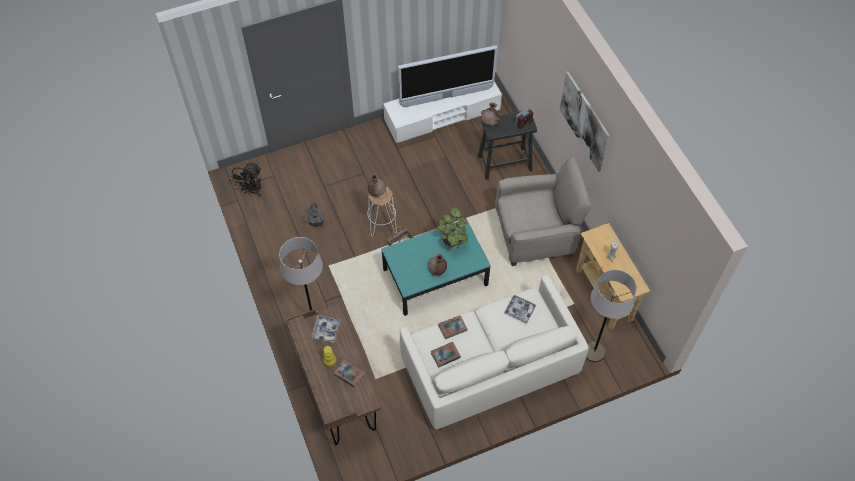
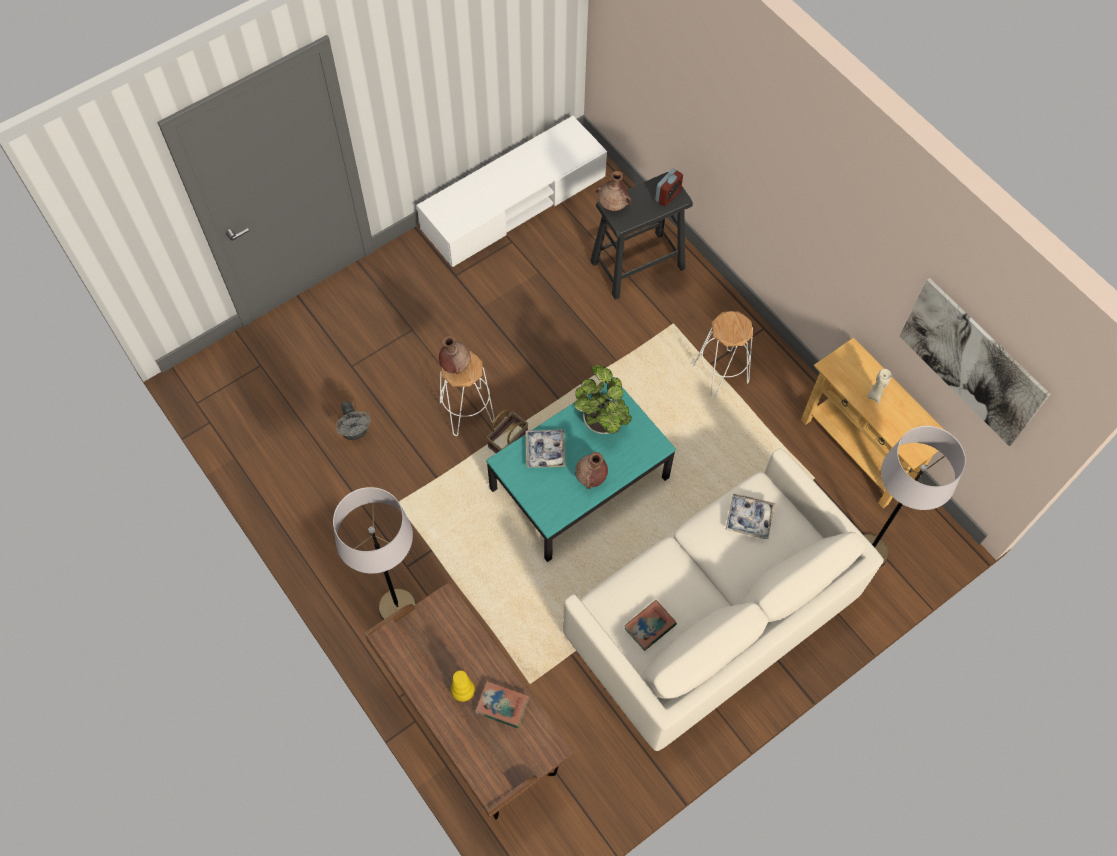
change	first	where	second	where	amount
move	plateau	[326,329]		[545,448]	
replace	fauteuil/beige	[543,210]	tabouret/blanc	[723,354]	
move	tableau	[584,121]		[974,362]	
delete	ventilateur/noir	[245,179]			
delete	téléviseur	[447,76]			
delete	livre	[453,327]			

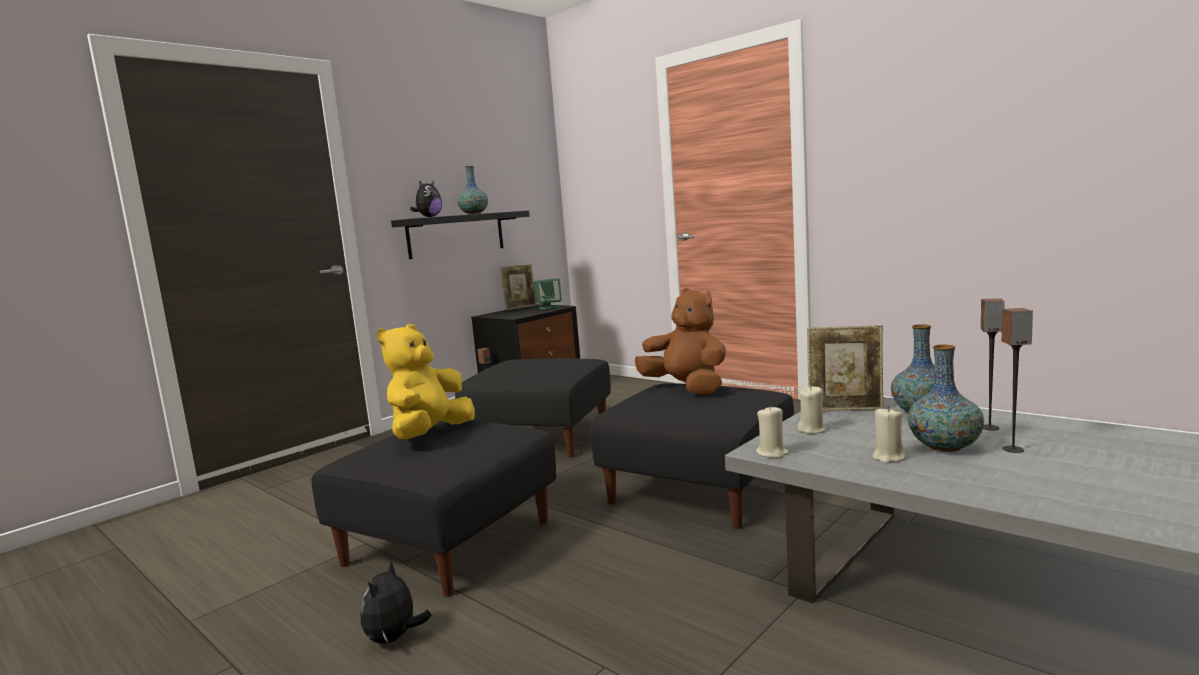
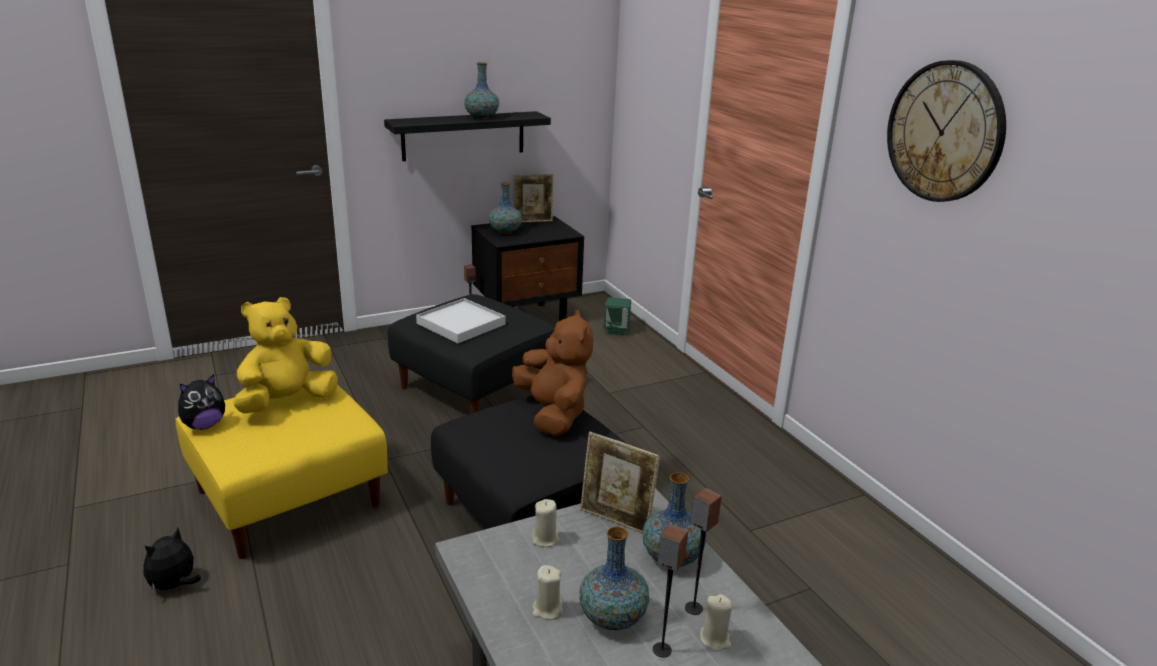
change	first	where	second	where	amount
recolor	pouf/noir	[433,508]	pouf/jaune	[281,472]	
move	peluche	[426,199]		[201,402]	
insert			plateau/blanc	[461,320]	
insert			vase	[505,208]	
move	enceinte/vert	[548,294]		[617,316]	
move	bougie/beige	[772,431]		[716,622]	
insert			horloge murale	[946,131]	

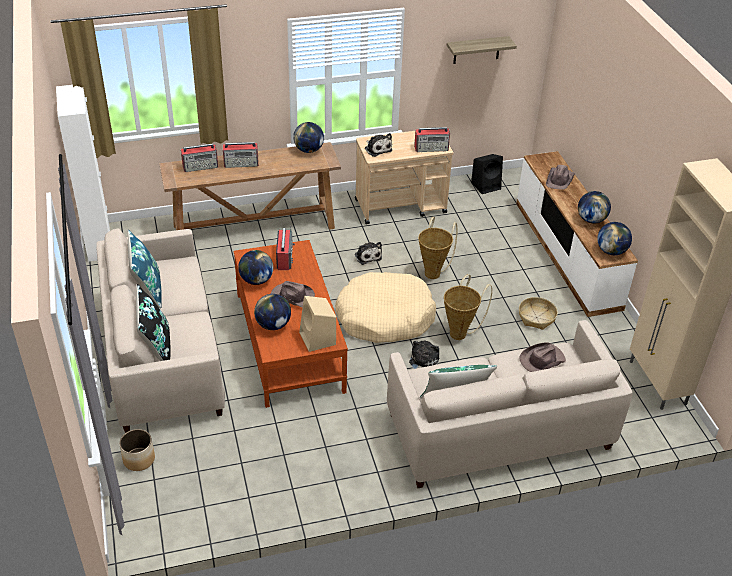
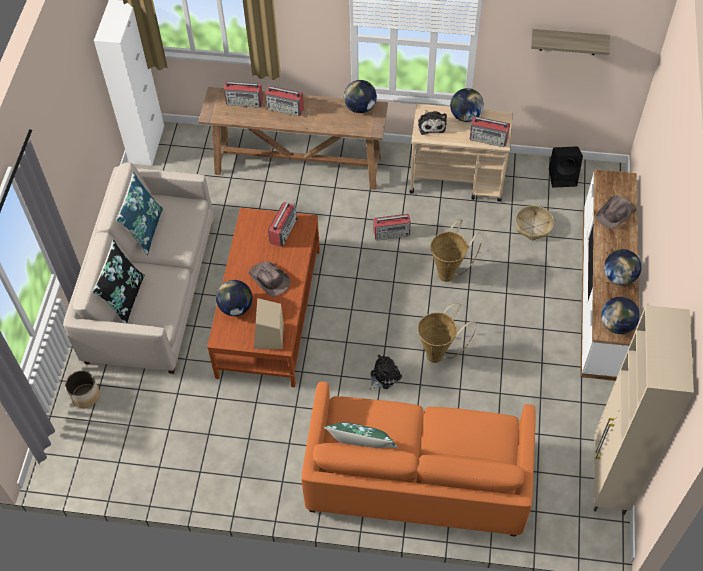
change	first	where	second	where	amount
recolor	canapé/beige	[510,404]	canapé/orange	[418,459]	
replace	peluche	[368,253]	radio	[392,227]	
move	globe	[255,267]		[467,105]	
move	panier	[538,313]		[534,223]	
delete	panier pour chien/beige	[385,307]			
delete	chapeau/marron	[542,357]			

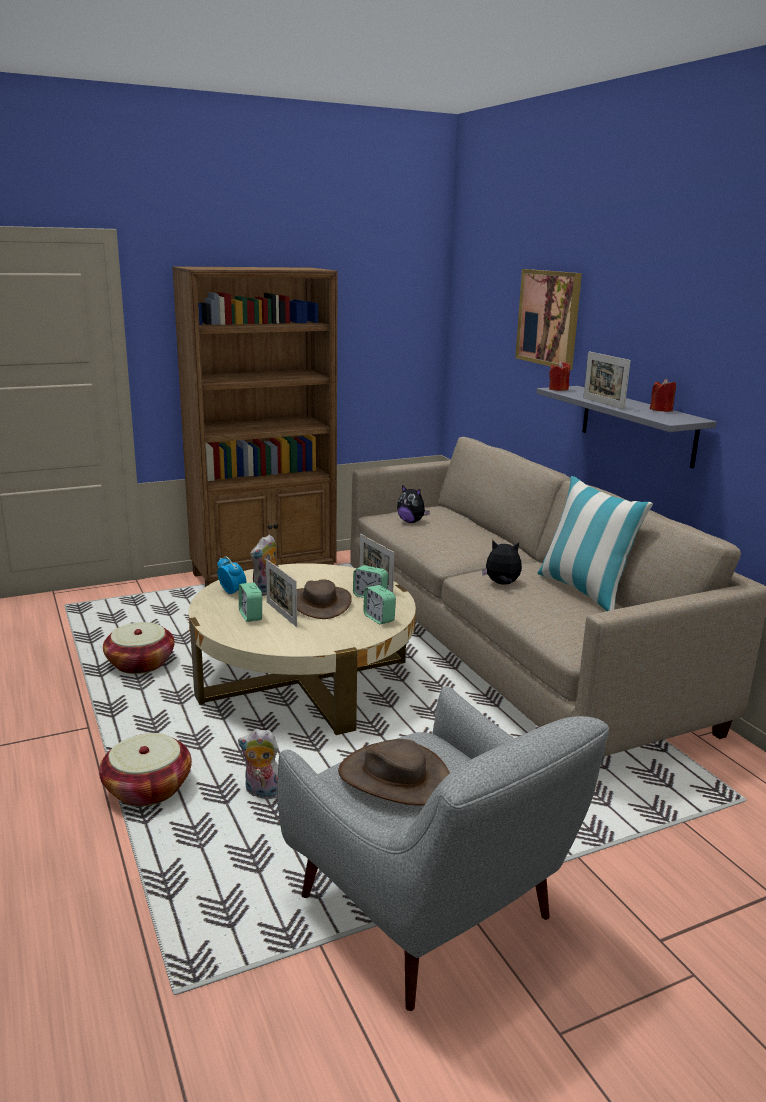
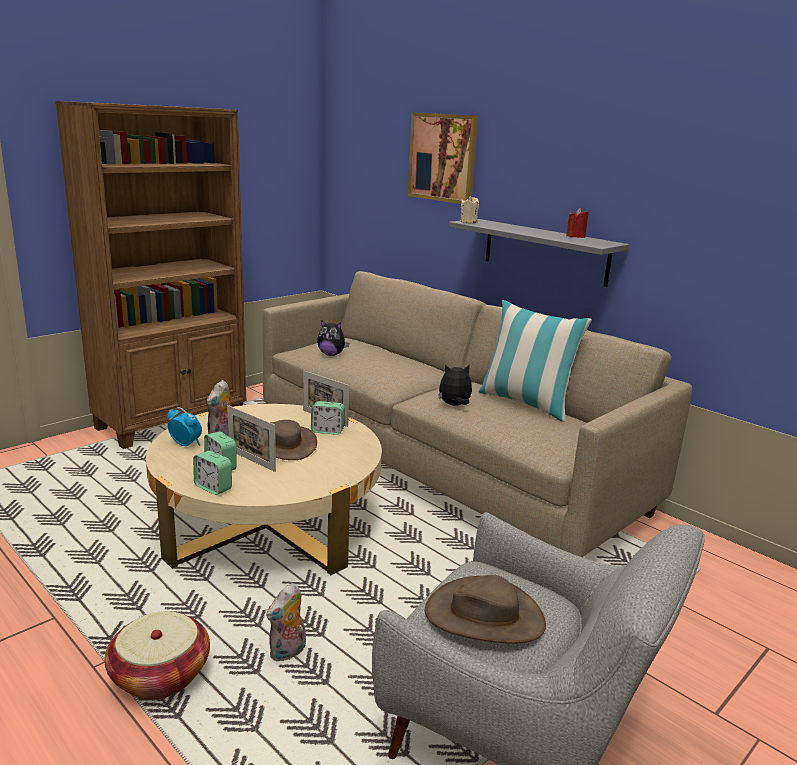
change	first	where	second	where	amount
move	réveil	[379,604]		[212,473]	
rotate	peluche	[258,764]		[286,622]	45 degrees counterclockwise
recolor	bougie/rouge	[559,376]	bougie/beige	[469,209]	
delete	panier	[139,648]			
delete	cadre photo	[607,380]			

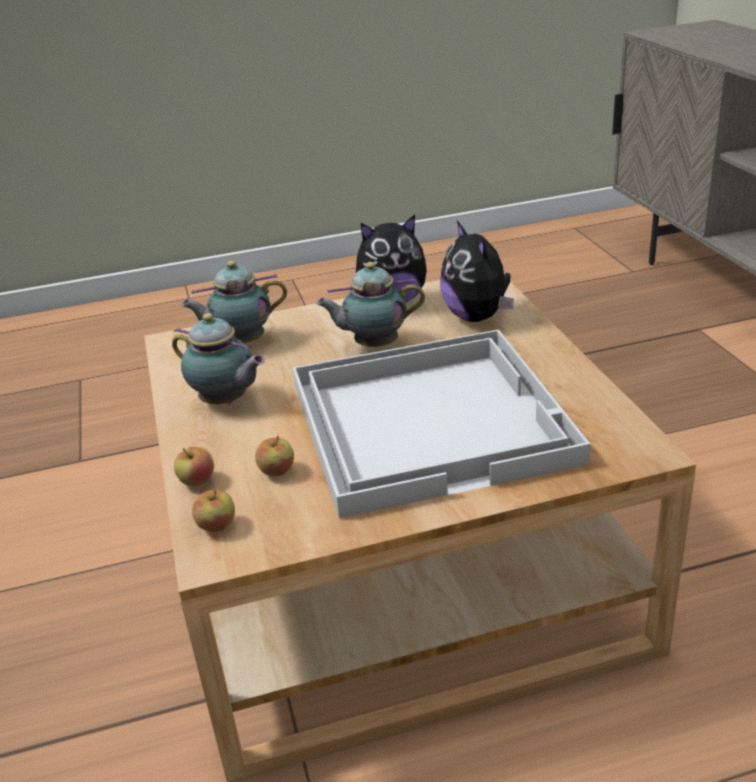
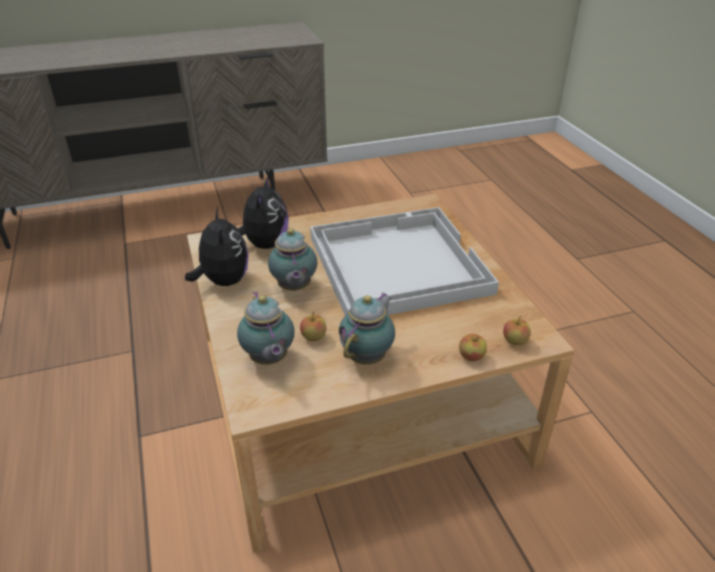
change	first	where	second	where	amount
rotate	peluche	[477,271]		[263,212]	60 degrees counterclockwise
move	pomme	[274,456]		[313,326]	

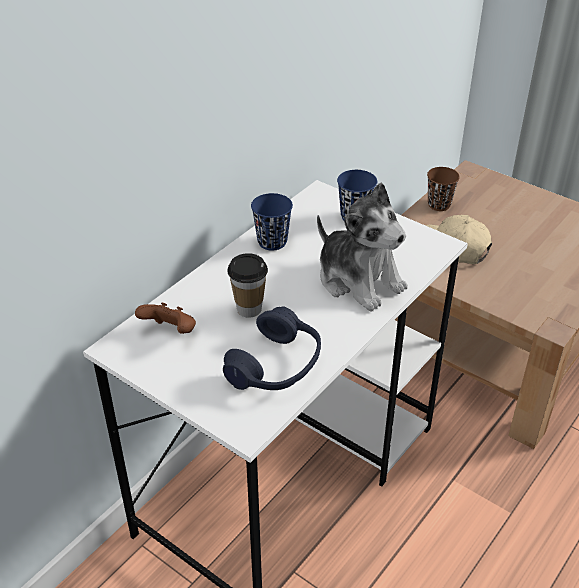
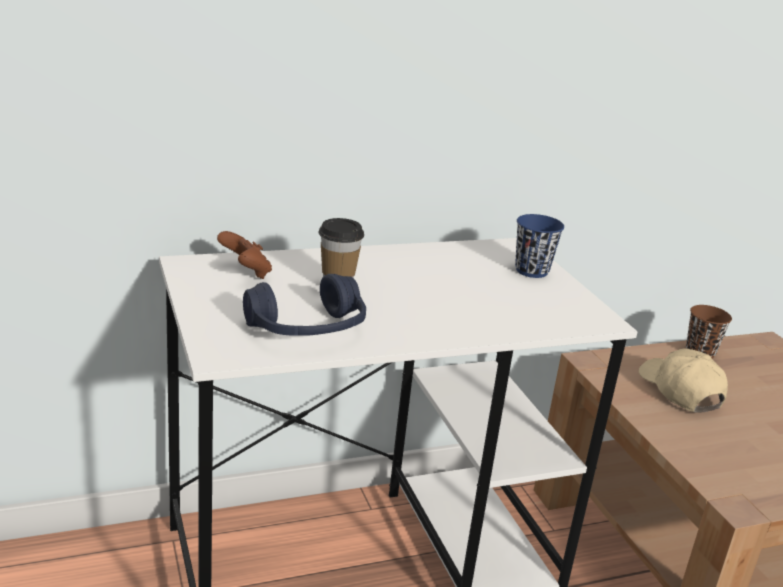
change	first	where	second	where	amount
delete	tasse/bleu	[272,222]			
delete	peluche	[362,247]			

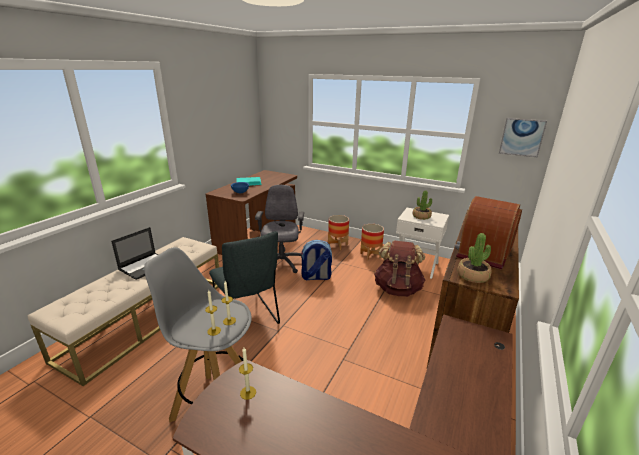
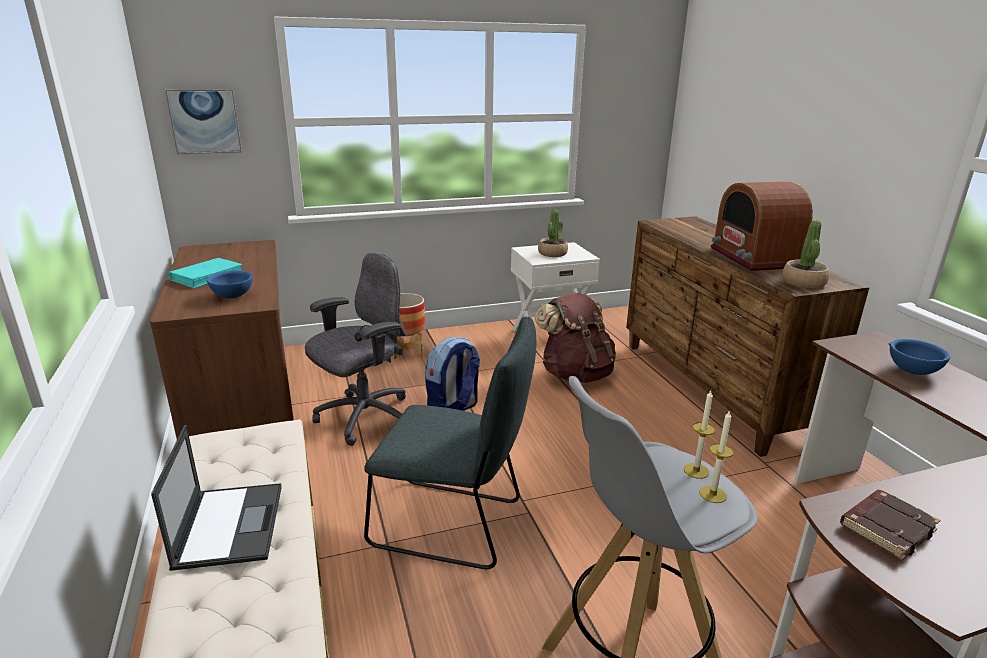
change	first	where	second	where	amount
move	tableau	[523,137]		[203,121]	
rotate	chaise de bureau/gris	[279,229]		[355,349]	90 degrees clockwise
replace	bougie	[247,374]	livre/marron	[890,525]	
insert			bol/bleu	[920,357]	
delete	cache-pot	[372,242]			

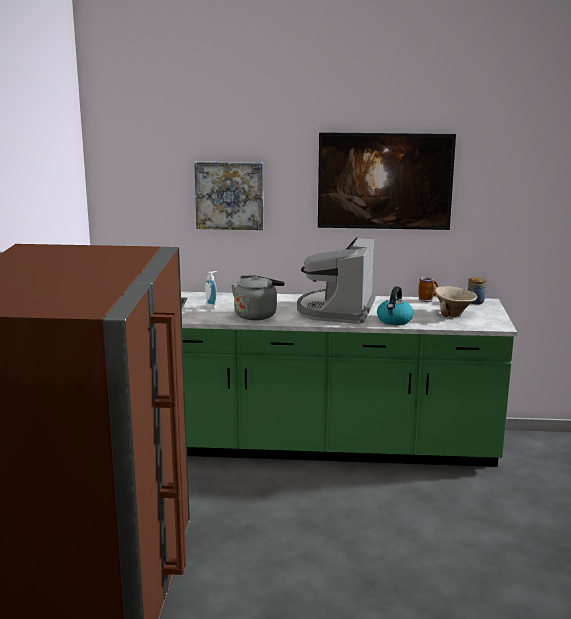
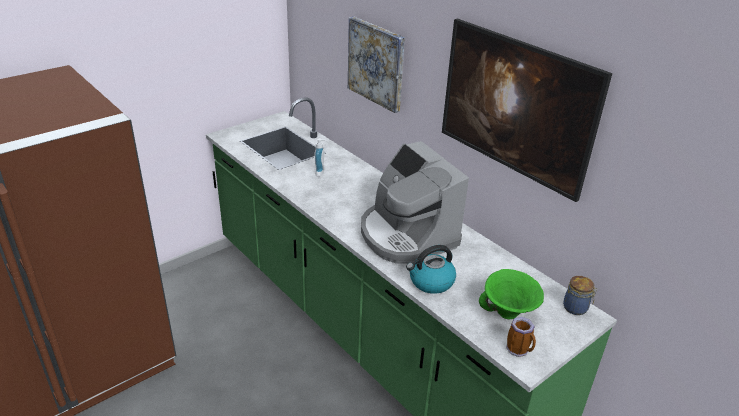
change	first	where	second	where	amount
rotate	machine à café	[336,280]		[415,202]	90 degrees counterclockwise
recolor	bol/beige	[455,301]	bol/vert	[511,294]	
move	mug	[428,289]		[521,337]	
delete	bouilloire/gris	[257,297]			

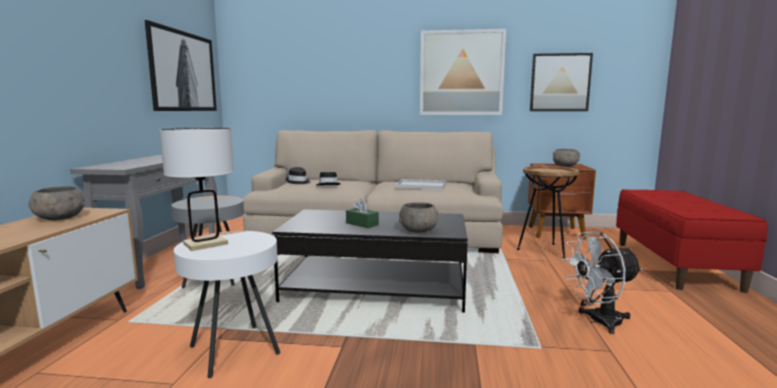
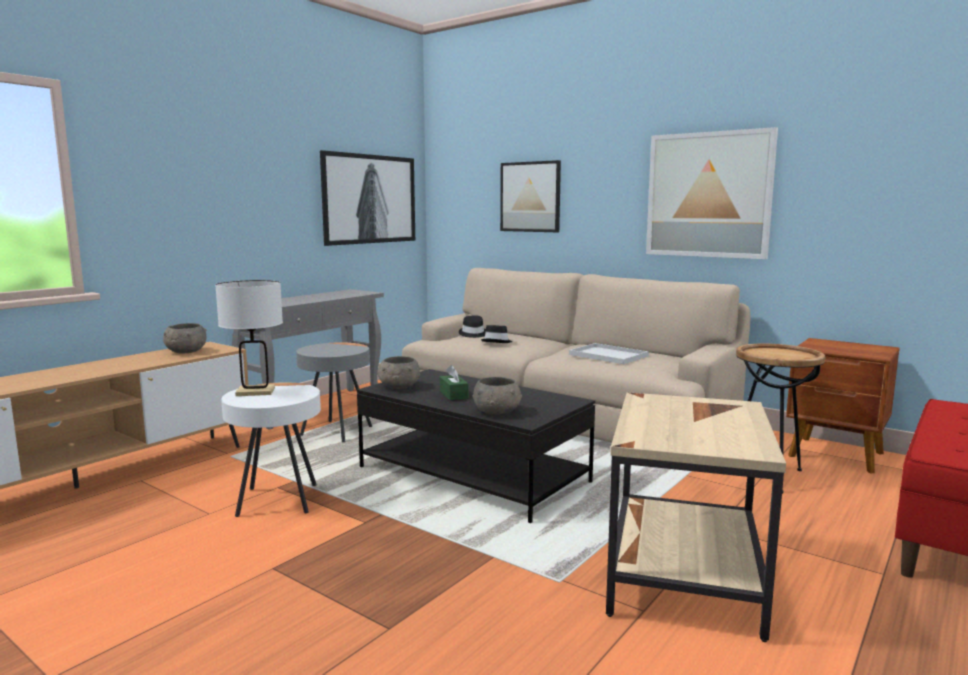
change	first	where	second	where	amount
move	bol/gris	[566,158]		[398,372]	
move	tableau	[561,82]		[530,196]	
replace	ventilateur/blanc	[602,282]	table d'appoint/beige	[696,517]	

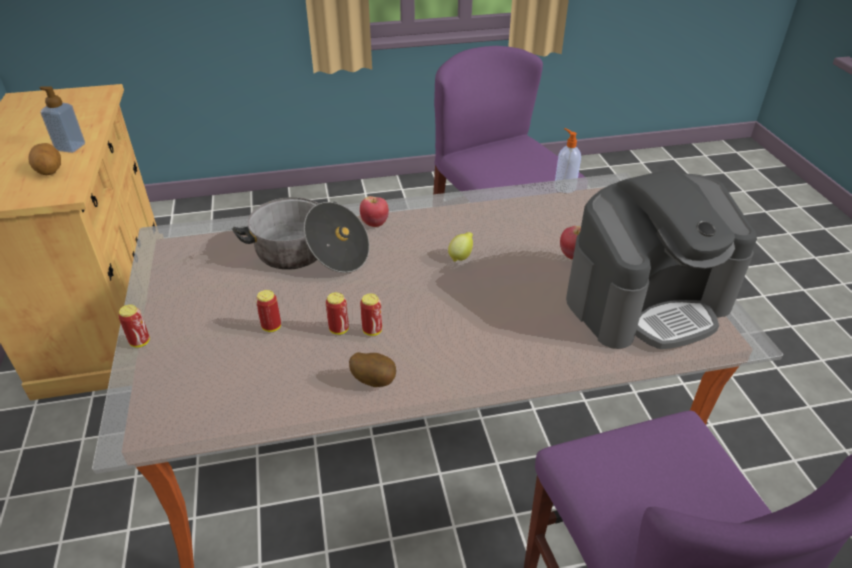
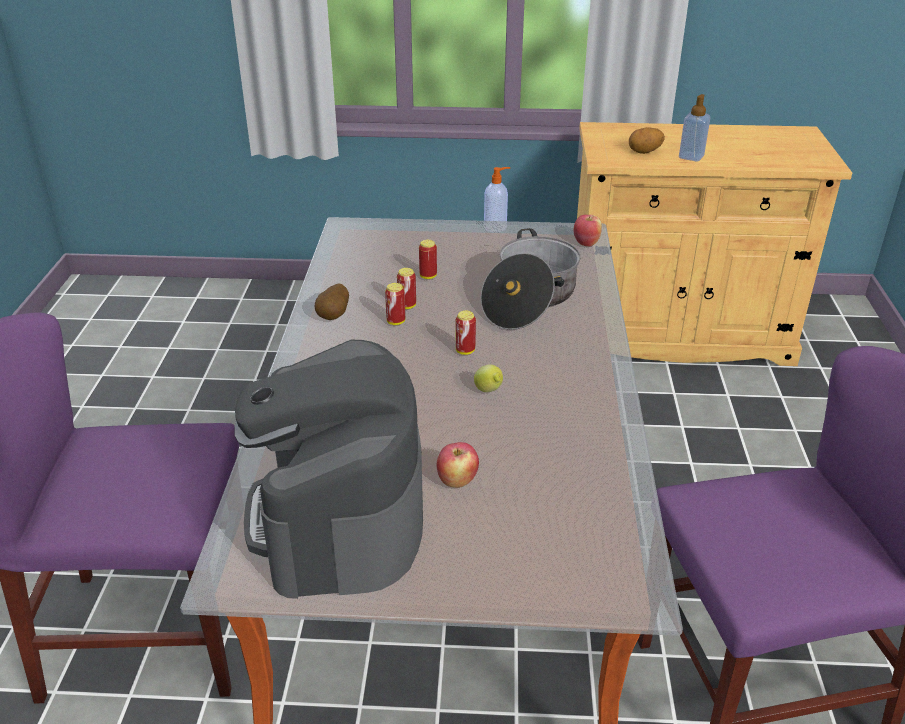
change	first	where	second	where	amount
move	boîte métallique	[134,325]		[466,333]	
move	distributeur de savon	[567,160]		[497,200]	
move	pomme	[374,211]		[587,231]	

